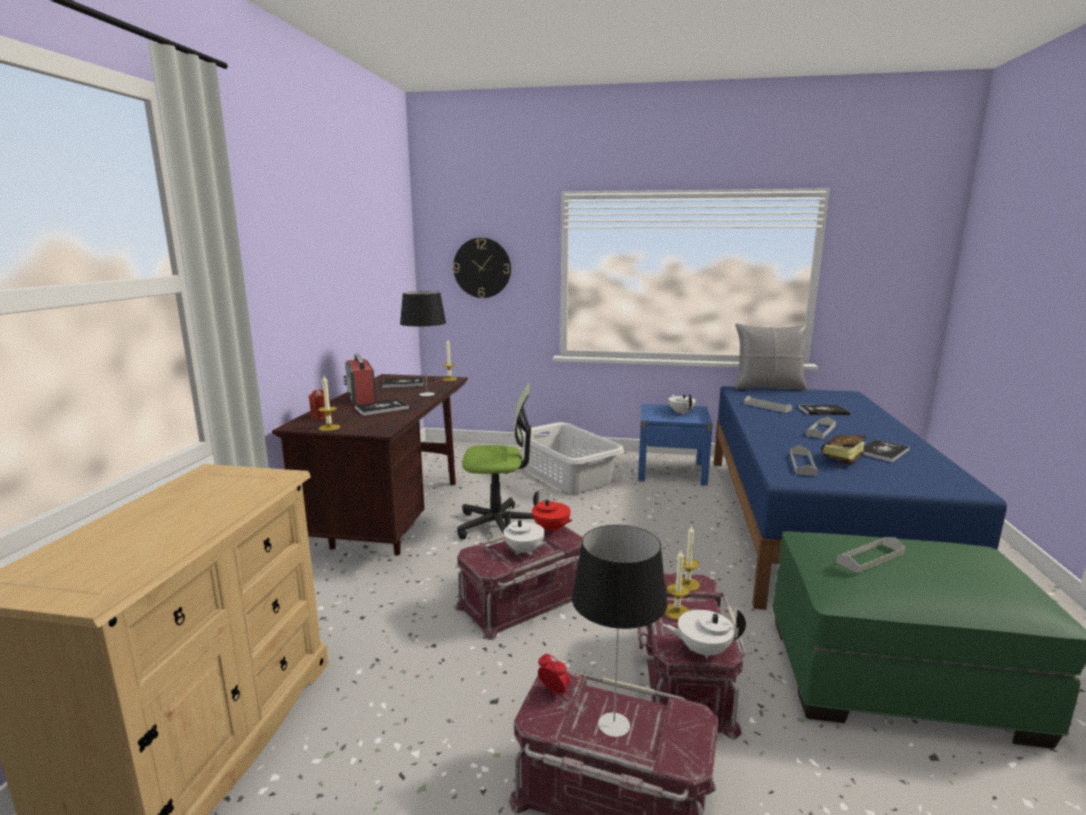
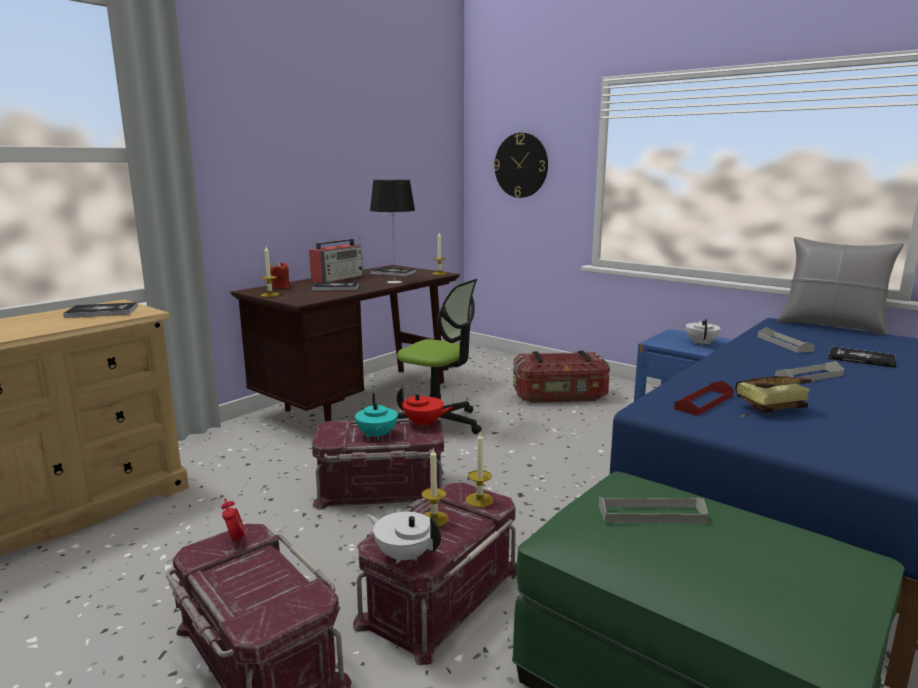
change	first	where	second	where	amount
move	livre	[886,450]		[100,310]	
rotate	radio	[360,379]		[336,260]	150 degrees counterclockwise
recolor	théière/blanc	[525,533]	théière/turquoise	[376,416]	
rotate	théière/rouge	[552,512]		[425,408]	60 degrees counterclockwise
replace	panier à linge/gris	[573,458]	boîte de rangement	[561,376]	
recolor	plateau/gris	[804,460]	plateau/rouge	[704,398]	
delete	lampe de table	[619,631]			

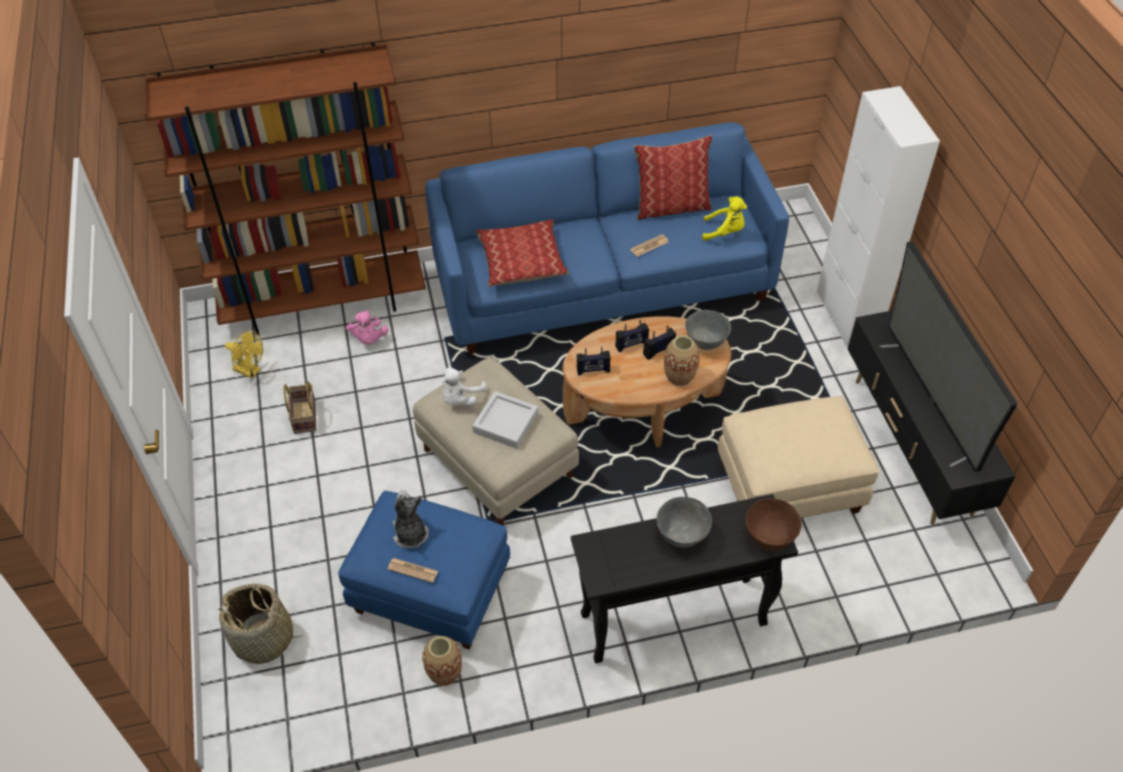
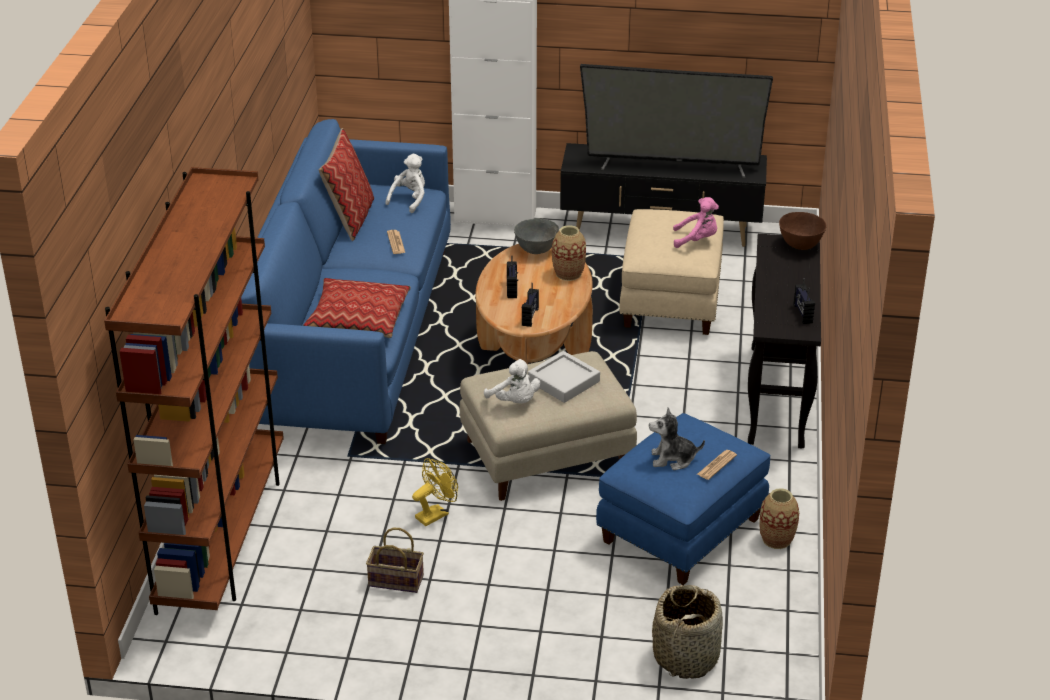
change	first	where	second	where	amount
recolor	peluche/jaune	[724,219]	peluche/blanc	[405,183]	
move	ventilateur/jaune	[244,355]		[435,492]	
move	peluche/rose	[367,327]		[696,222]	
move	radio	[659,342]		[804,301]	
delete	bol/gris	[684,522]			

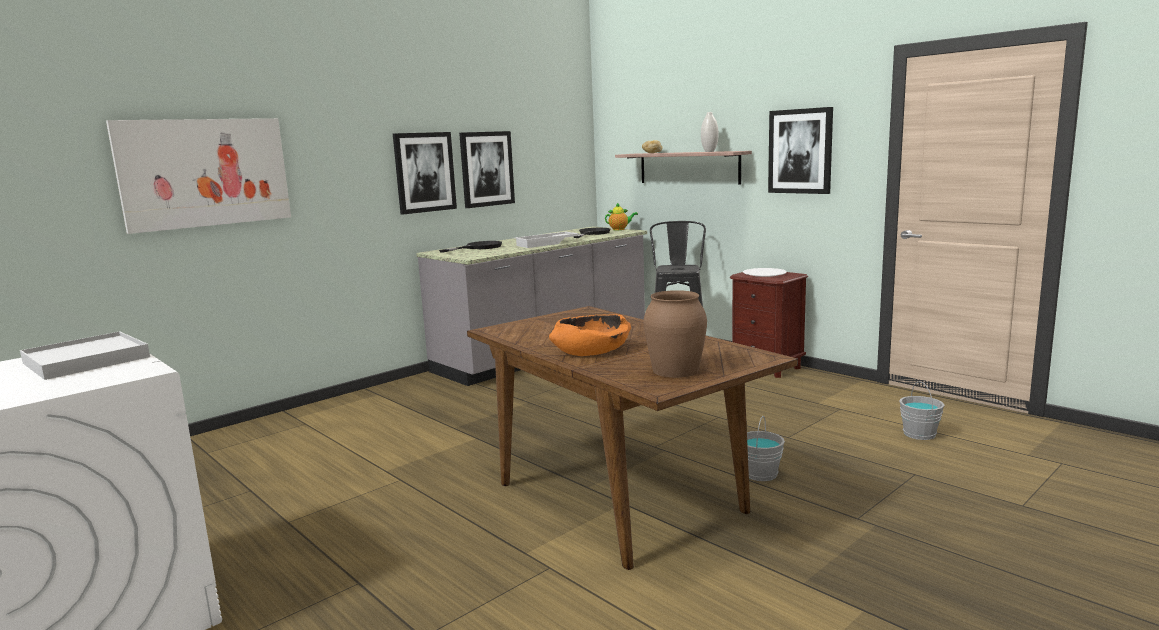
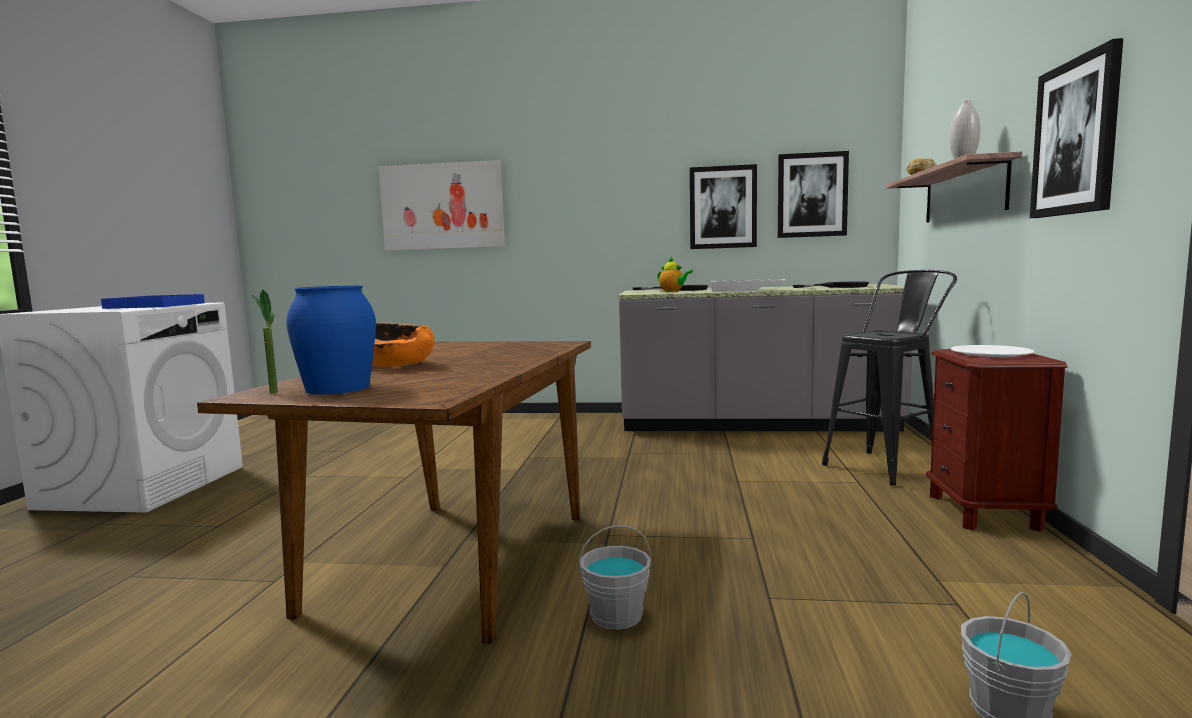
change	first	where	second	where	amount
recolor	plateau/blanc	[85,355]	plateau/bleu	[153,301]	
insert			plante en pot	[264,341]	
recolor	vase/marron	[675,334]	vase/bleu	[331,339]	
move	théière	[621,216]		[675,274]	
move	tableau	[425,173]		[813,194]	

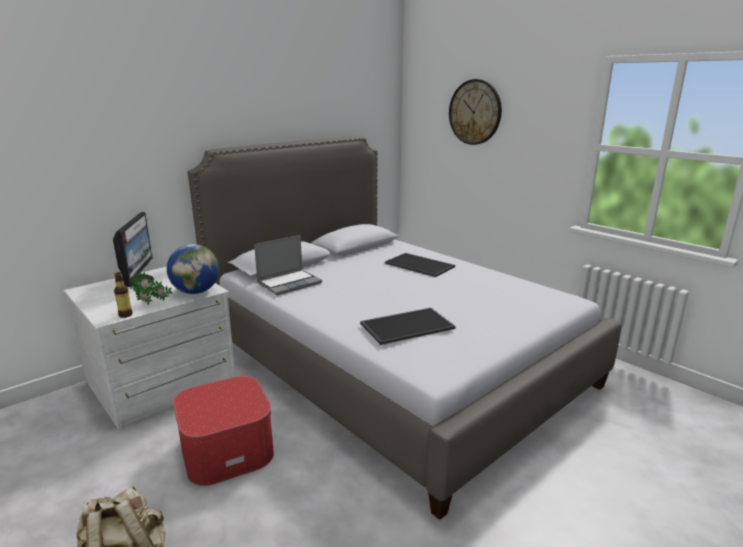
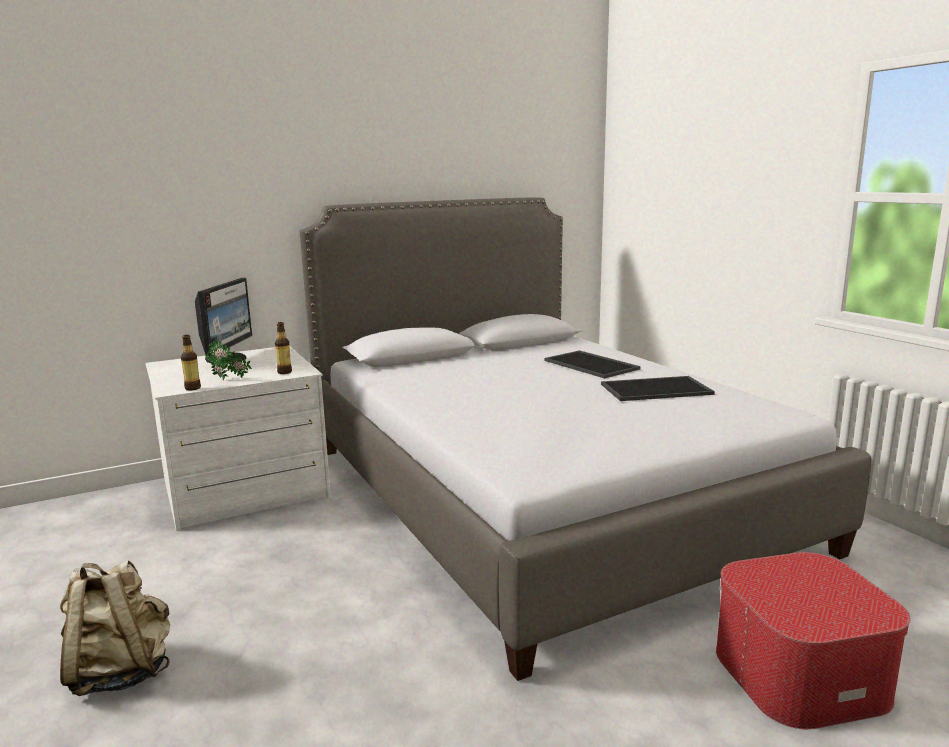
change	first	where	second	where	amount
replace	globe	[193,269]	bouteille	[283,348]	
move	plateau	[408,326]		[658,388]	
move	pouf	[223,431]		[813,640]	
delete	ordinateur portable	[288,265]			
delete	horloge murale	[475,112]			

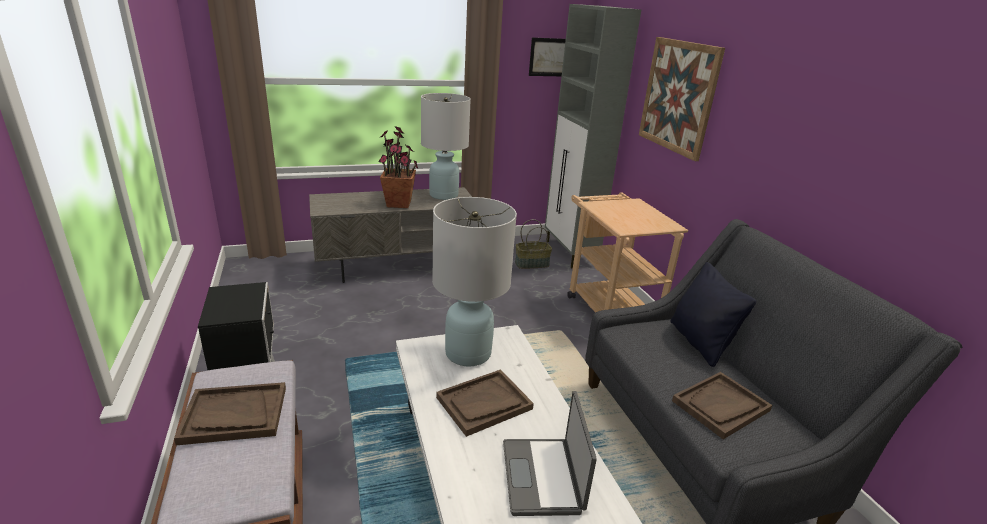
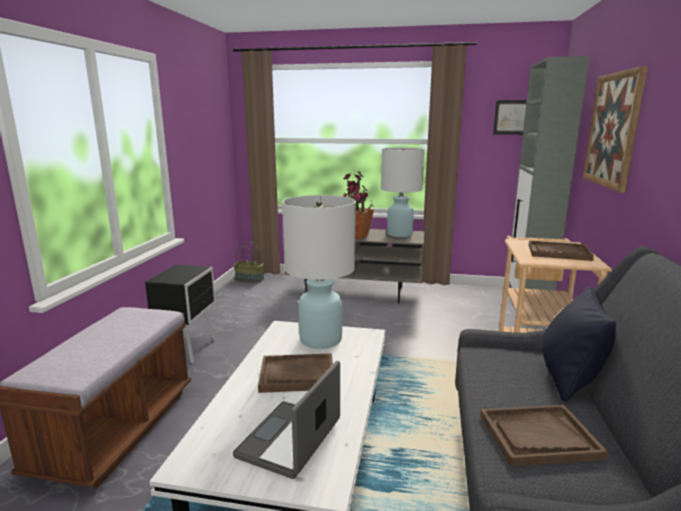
change	first	where	second	where	amount
move	panier	[533,244]		[249,262]	
move	plateau/marron	[230,413]		[561,250]	

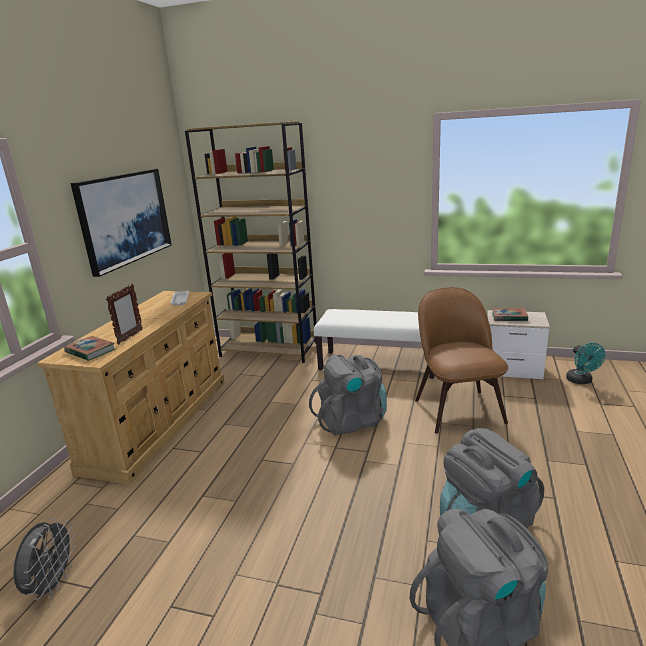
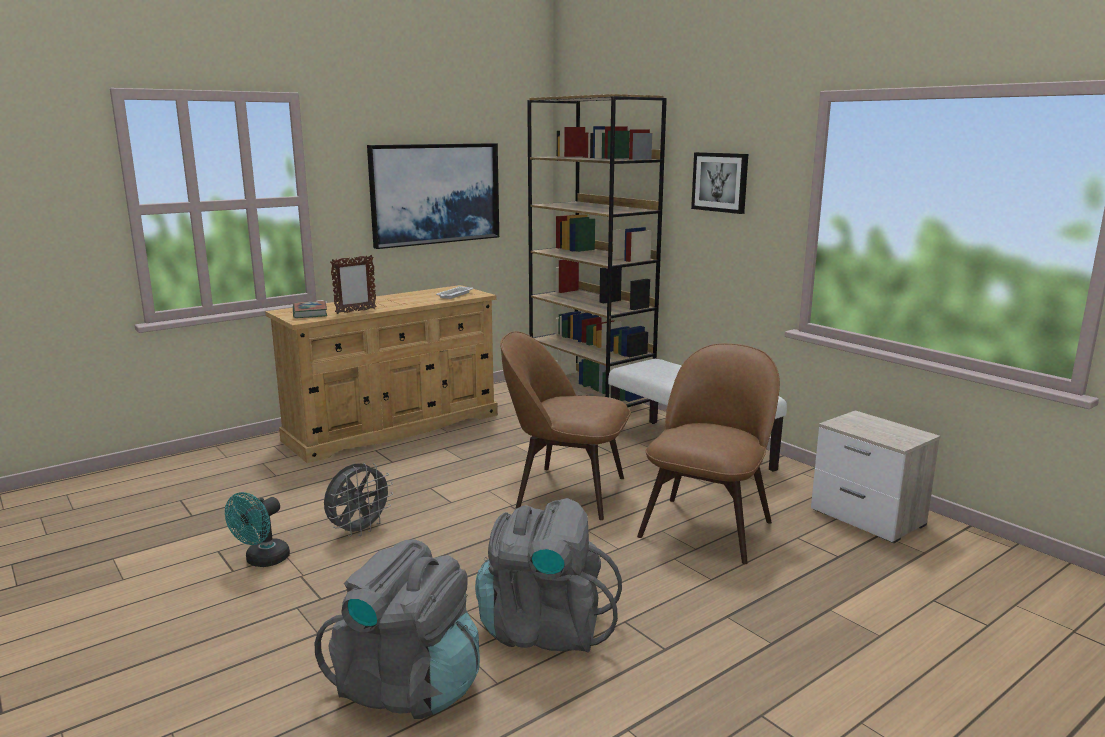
change	first	where	second	where	amount
move	ventilateur/turquoise	[586,363]		[257,529]	
move	ventilateur/gris	[44,559]		[358,500]	
replace	sac à dos/gris	[348,395]	chaise/marron	[565,425]	
insert			tableau	[719,183]	
delete	livre	[510,314]			

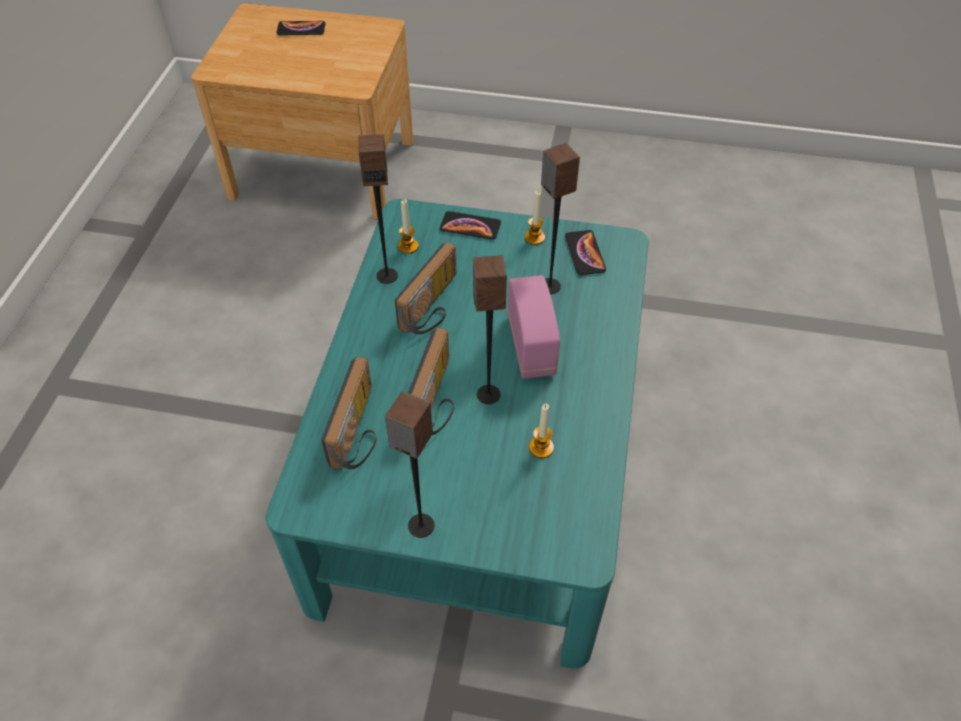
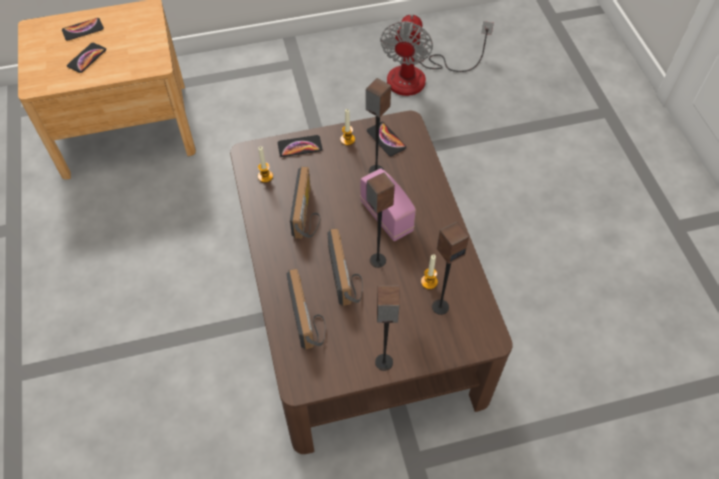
change	first	where	second	where	amount
insert			téléphone	[86,58]	
recolor	table basse/turquoise	[457,433]	table basse/marron	[371,282]	
insert			ventilateur	[437,55]	
move	enceinte	[378,209]		[450,268]	

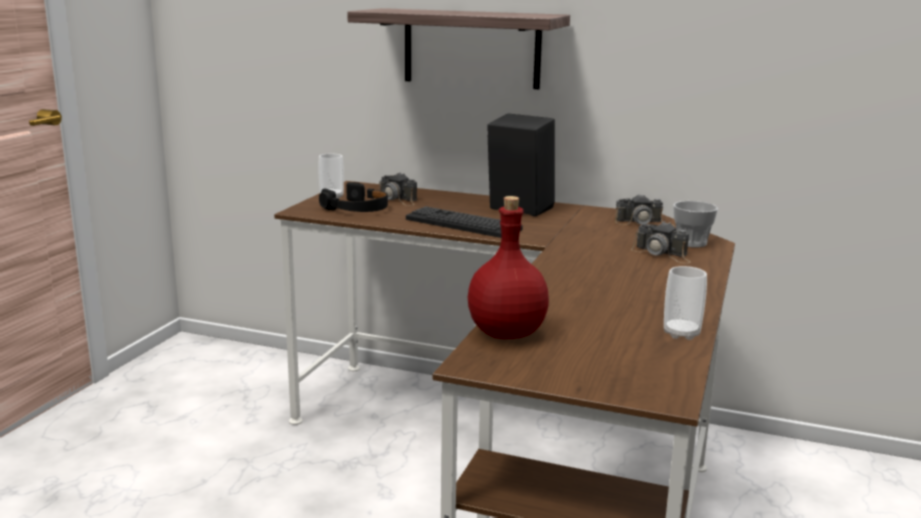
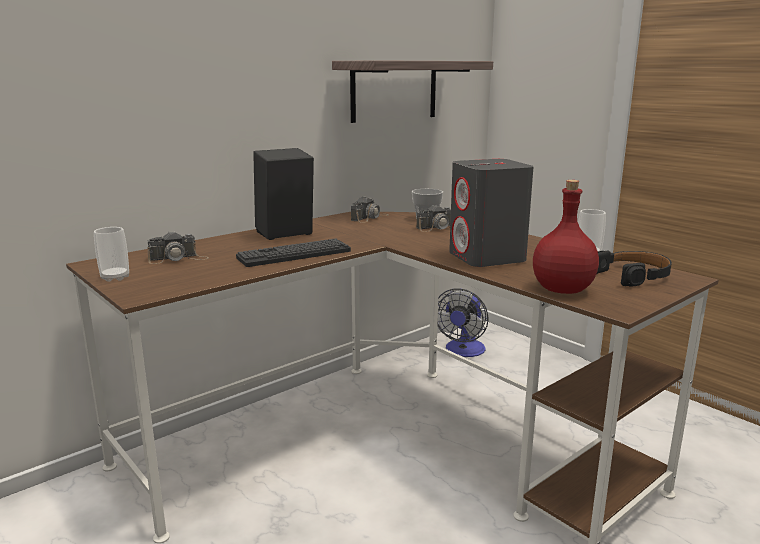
change	first	where	second	where	amount
move	étagère	[458,48]		[412,91]	
insert			ventilateur	[463,322]	
insert			enceinte/gris	[491,213]	
move	casque audio/noir	[353,197]		[634,268]	

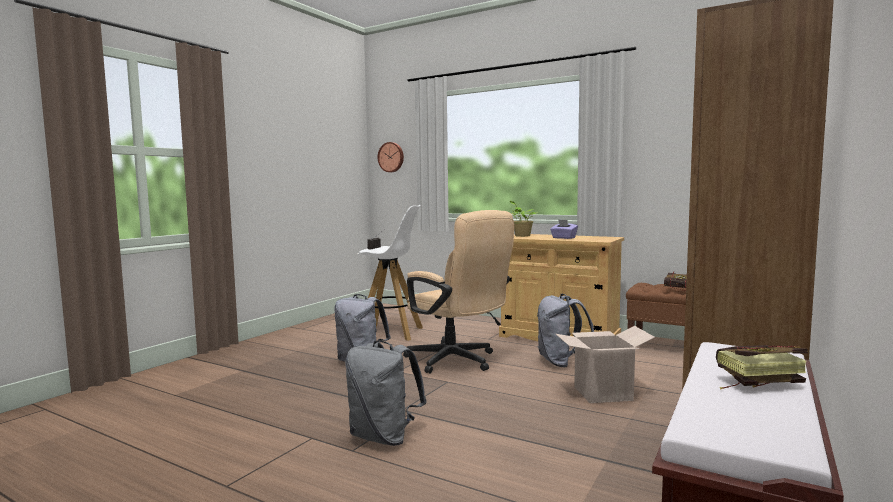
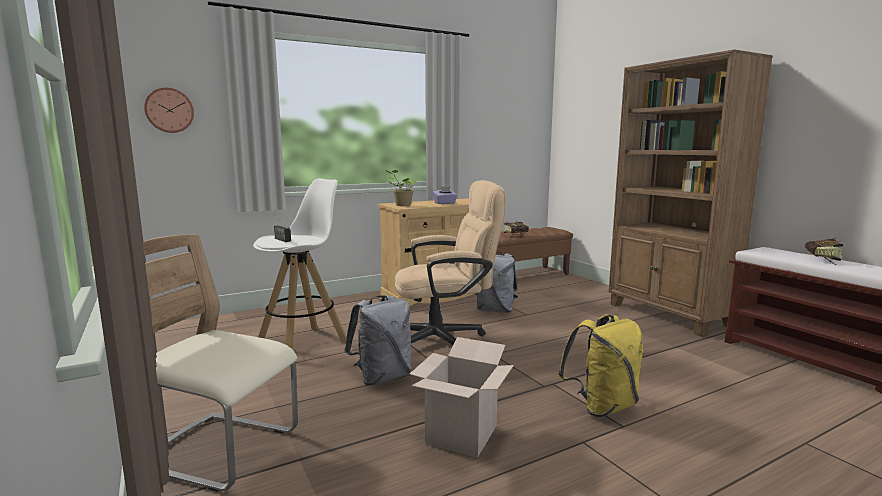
change	first	where	second	where	amount
insert			chaise/beige	[220,363]	
move	carton	[605,364]		[462,397]	
recolor	sac à dos/gris	[386,393]	sac à dos/jaune	[600,365]	

